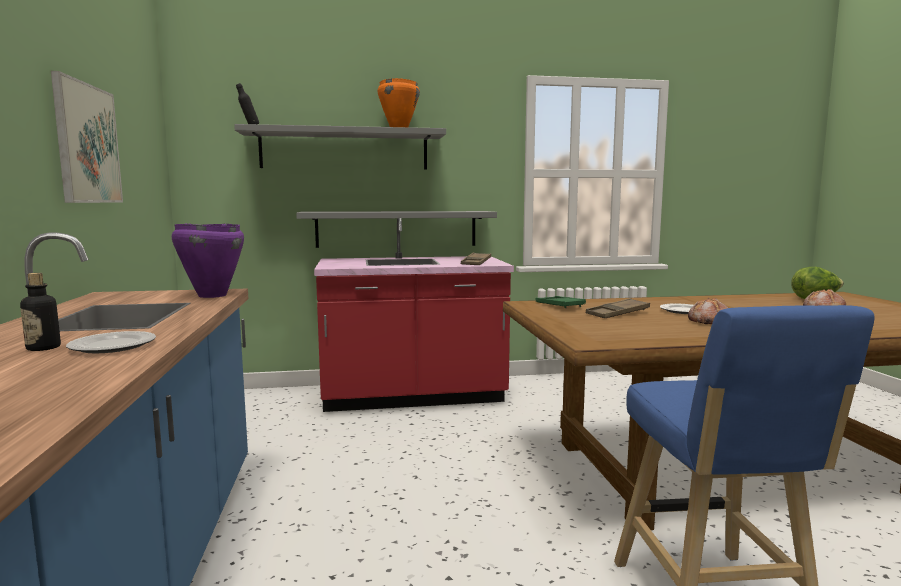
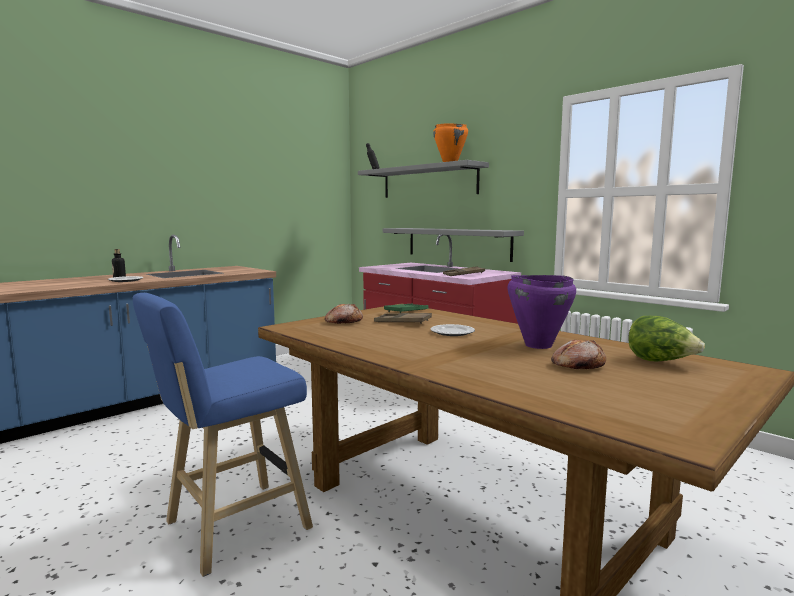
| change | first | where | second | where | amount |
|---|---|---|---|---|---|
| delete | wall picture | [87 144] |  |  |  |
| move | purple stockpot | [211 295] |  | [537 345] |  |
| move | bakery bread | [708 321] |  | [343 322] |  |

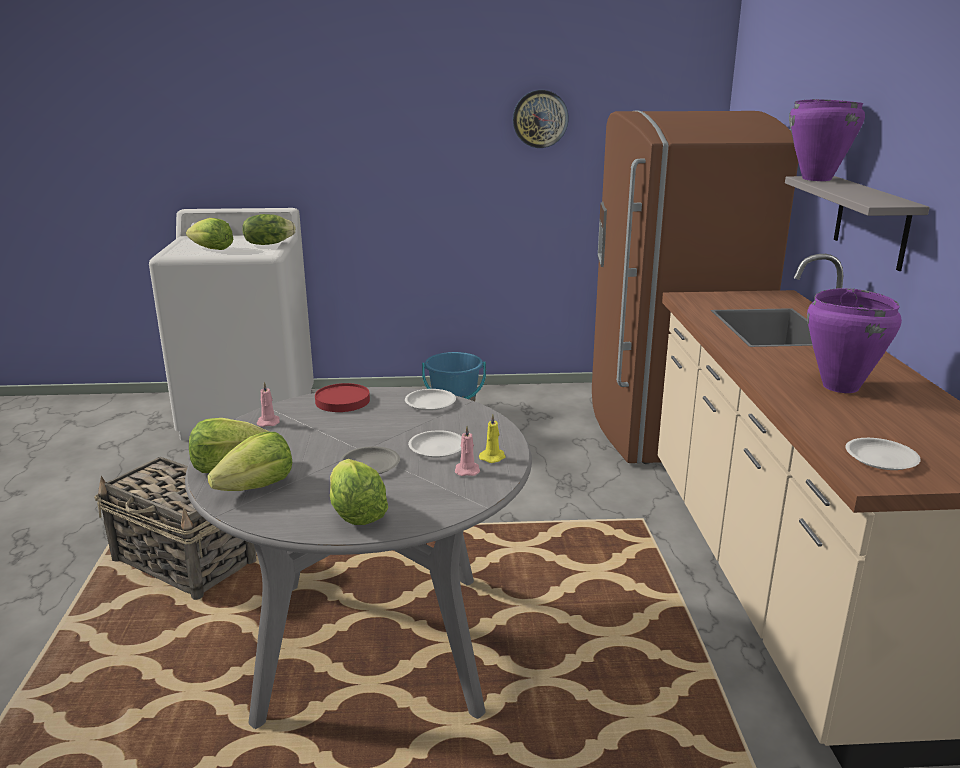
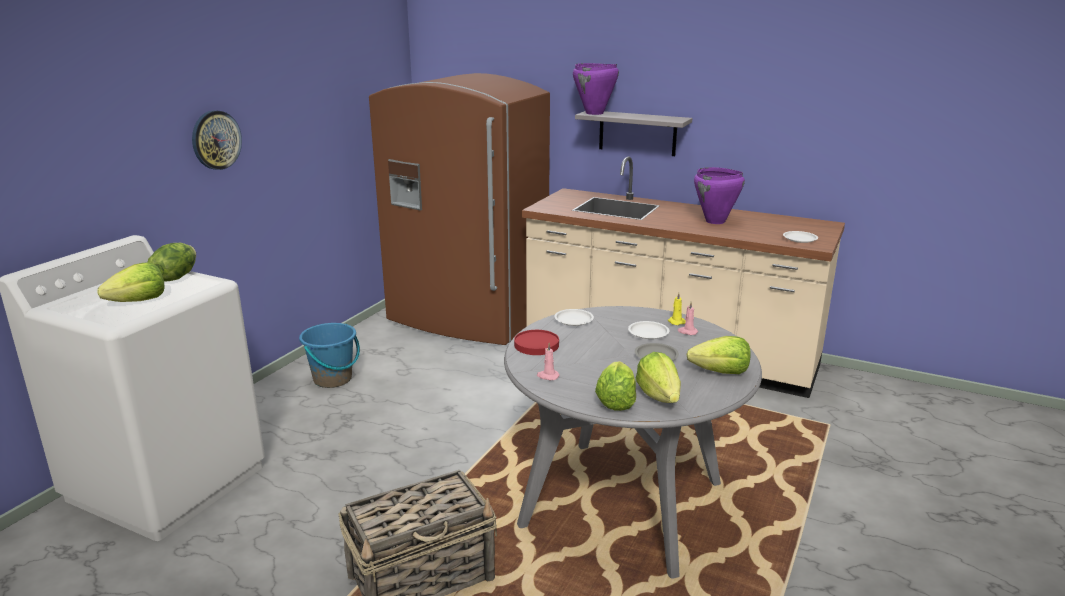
| change | first | where | second | where | amount |
|---|---|---|---|---|---|
| move | clock on the wall | [540 119] |  | [216 140] |  |

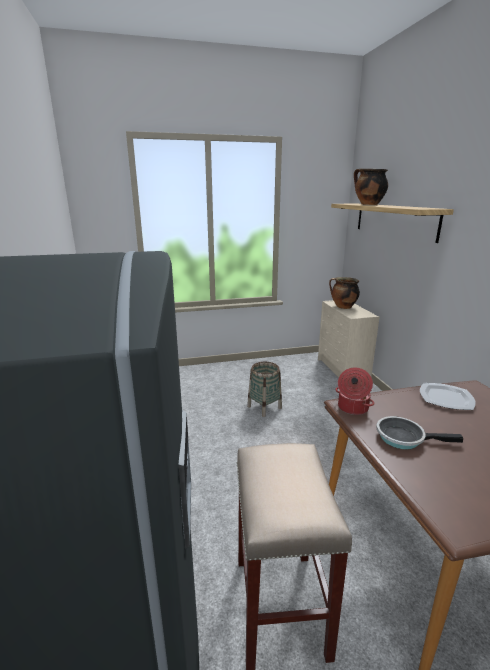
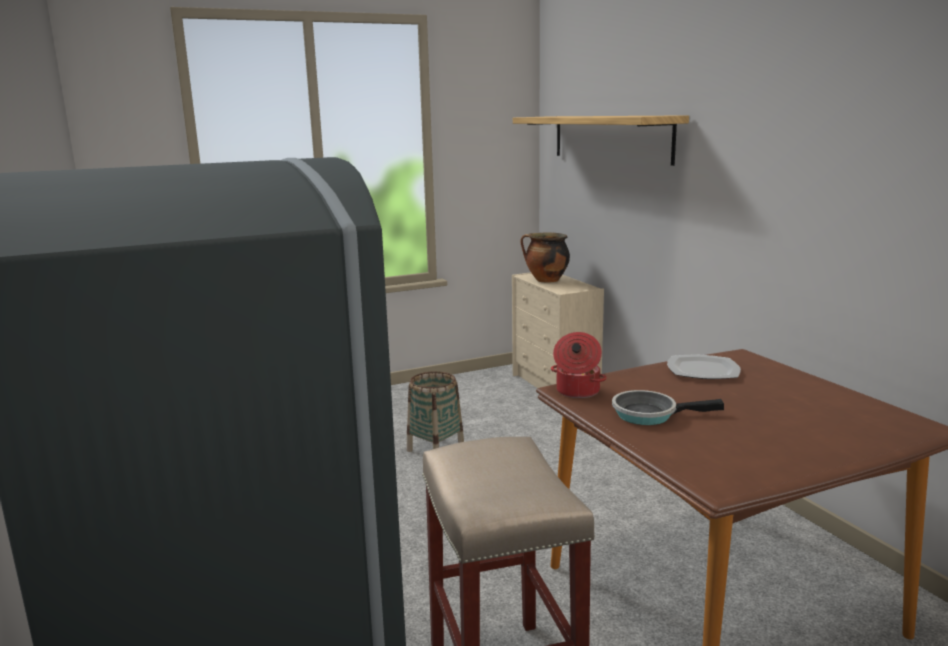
| change | first | where | second | where | amount |
|---|---|---|---|---|---|
| delete | stockpot | [368 204] |  |  |  |

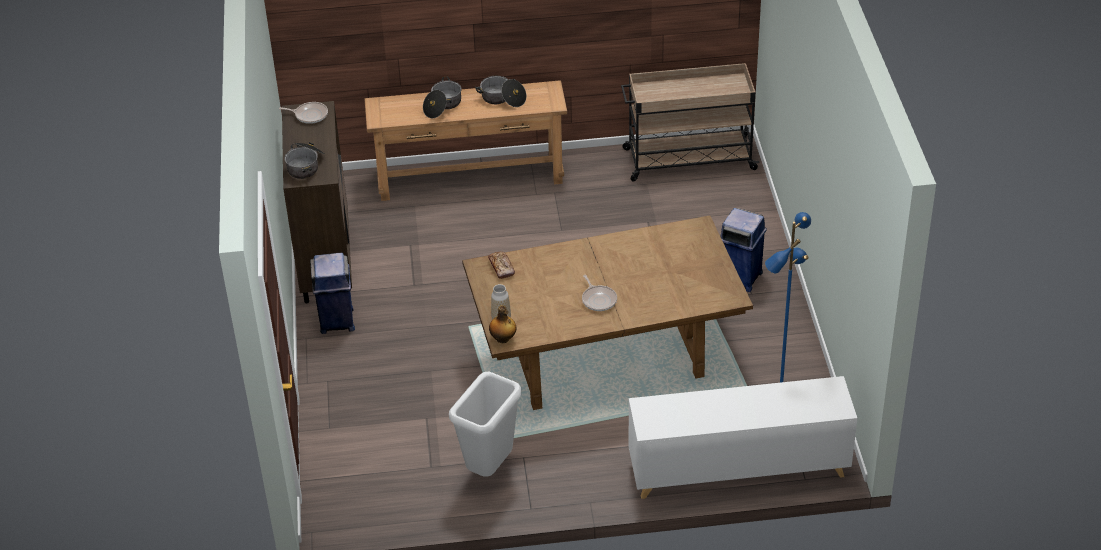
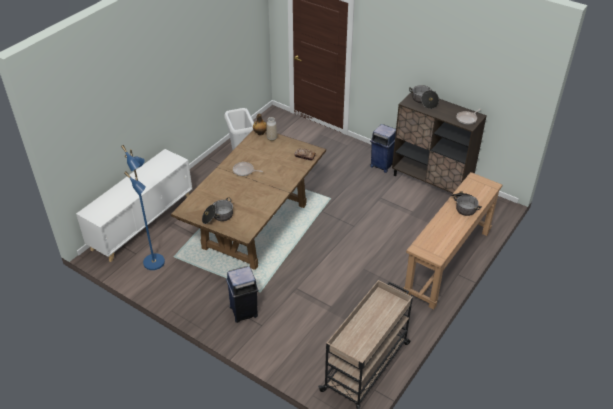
| change | first | where | second | where | amount |
|---|---|---|---|---|---|
| move | stockpot | [502 99] |  | [218 217] |  |

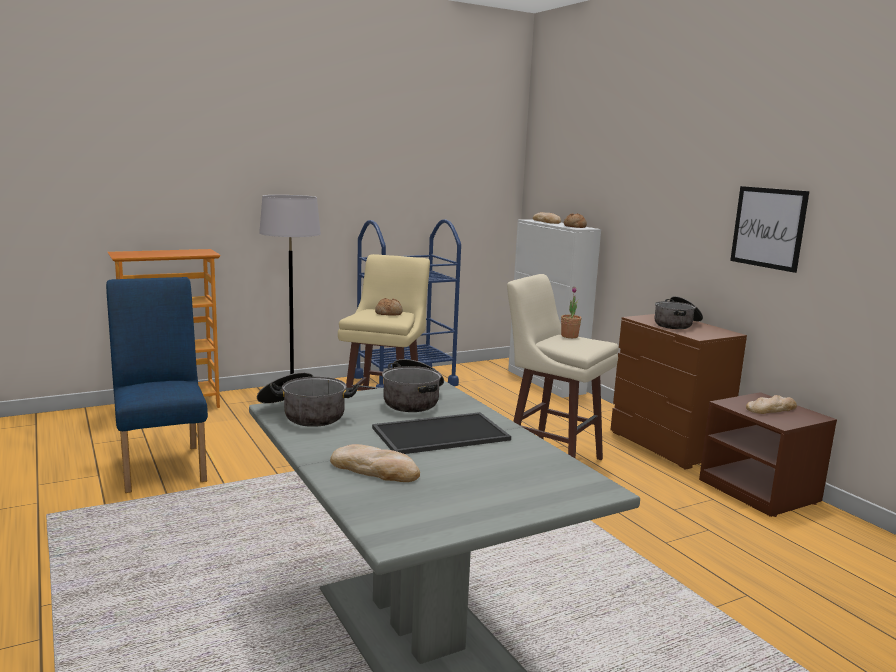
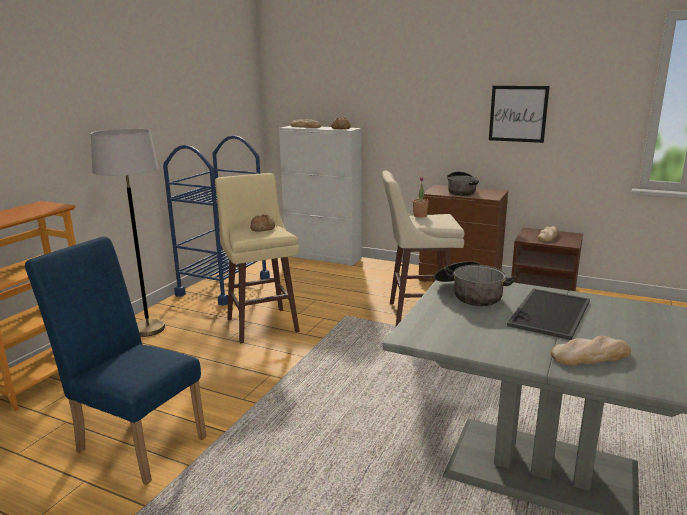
| change | first | where | second | where | amount |
|---|---|---|---|---|---|
| delete | stockpot | [304 414] |  |  |  |

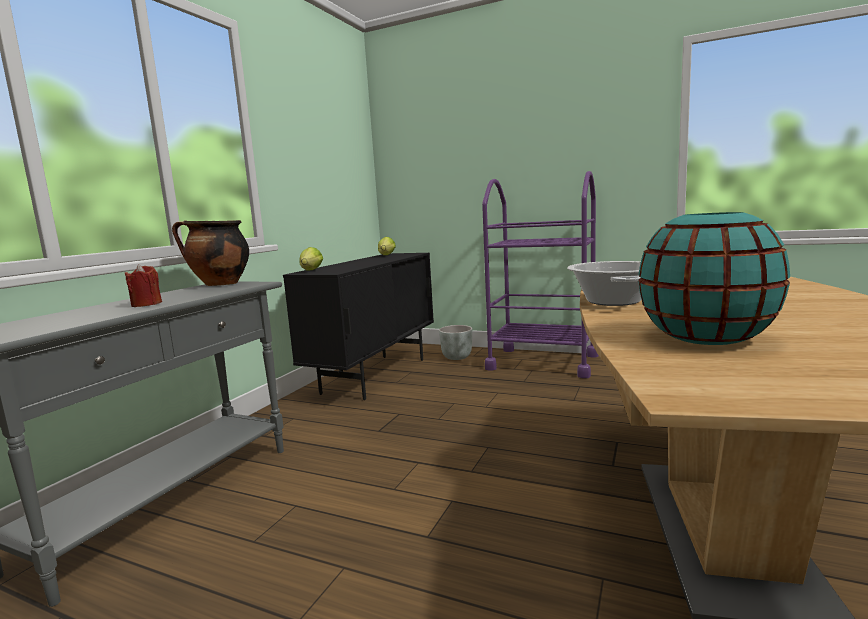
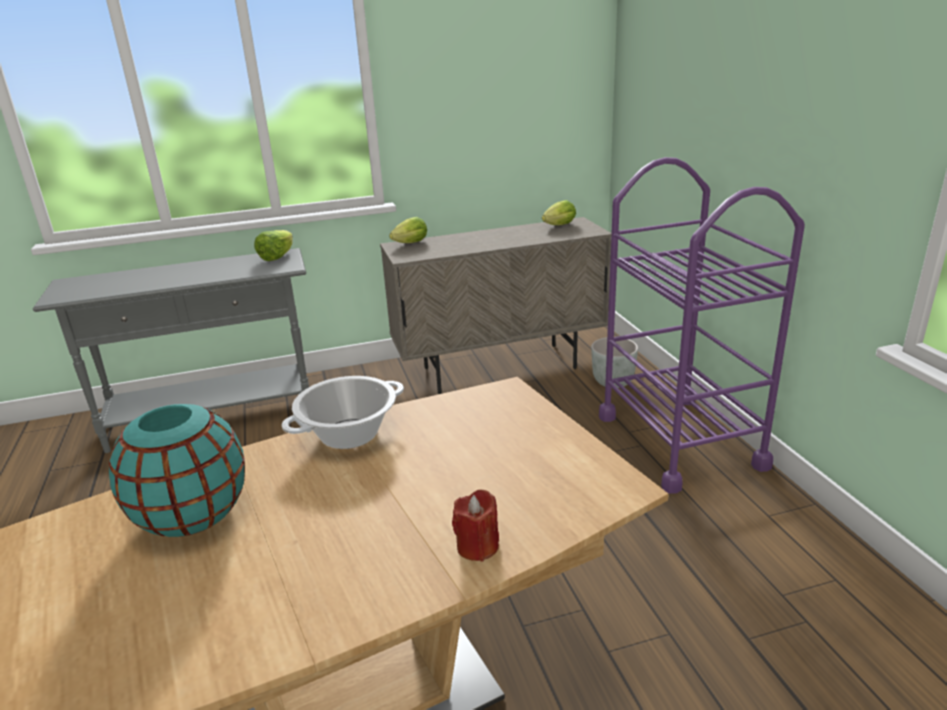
| change | first | where | second | where | amount |
|---|---|---|---|---|---|
| move | reddish wax candle | [146 304] |  | [477 546] |  |
| replace | stockpot | [219 284] | lettuce head | [277 257] |  |
| recolor | blackish storage cabinet | [376 375] | sand-coloured storage cabinet | [500 368] |  |

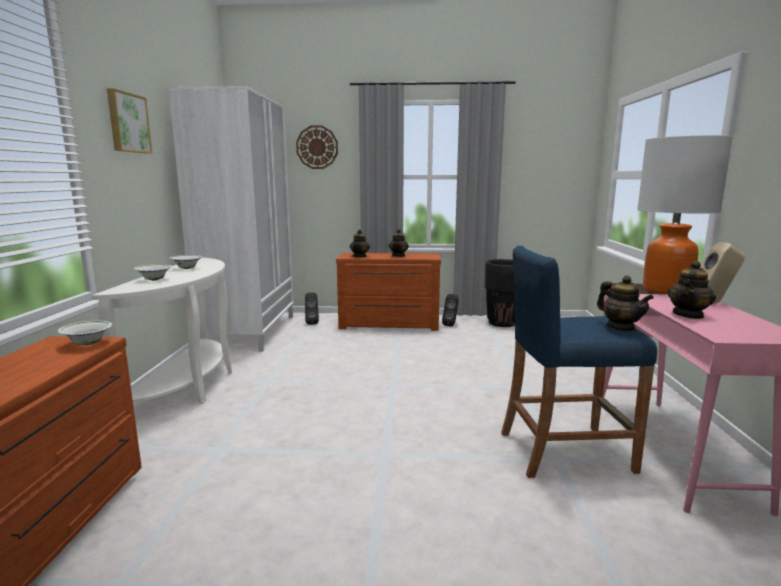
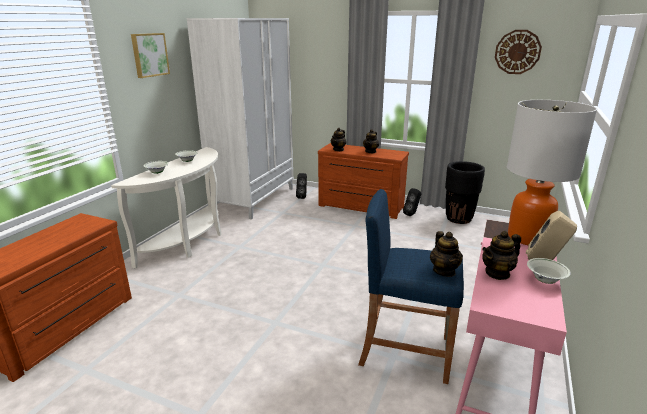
| change | first | where | second | where | amount |
|---|---|---|---|---|---|
| move | whitish deep dish | [88 344] |  | [545 280] |  |
| move | clock on the wall | [317 147] |  | [517 52] |  |

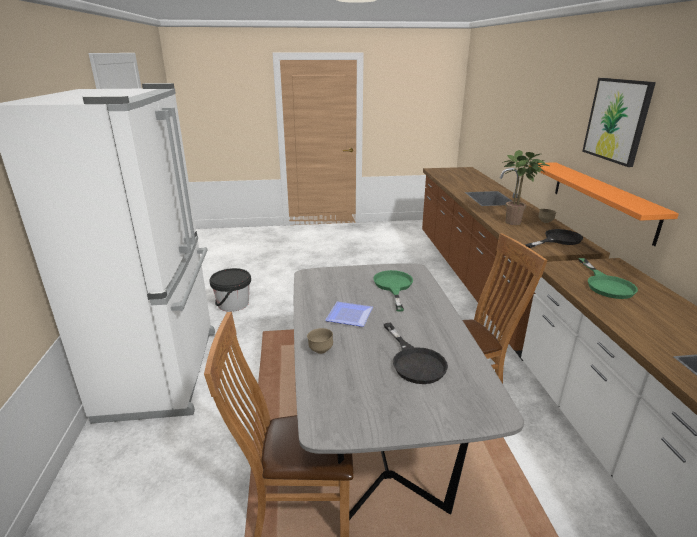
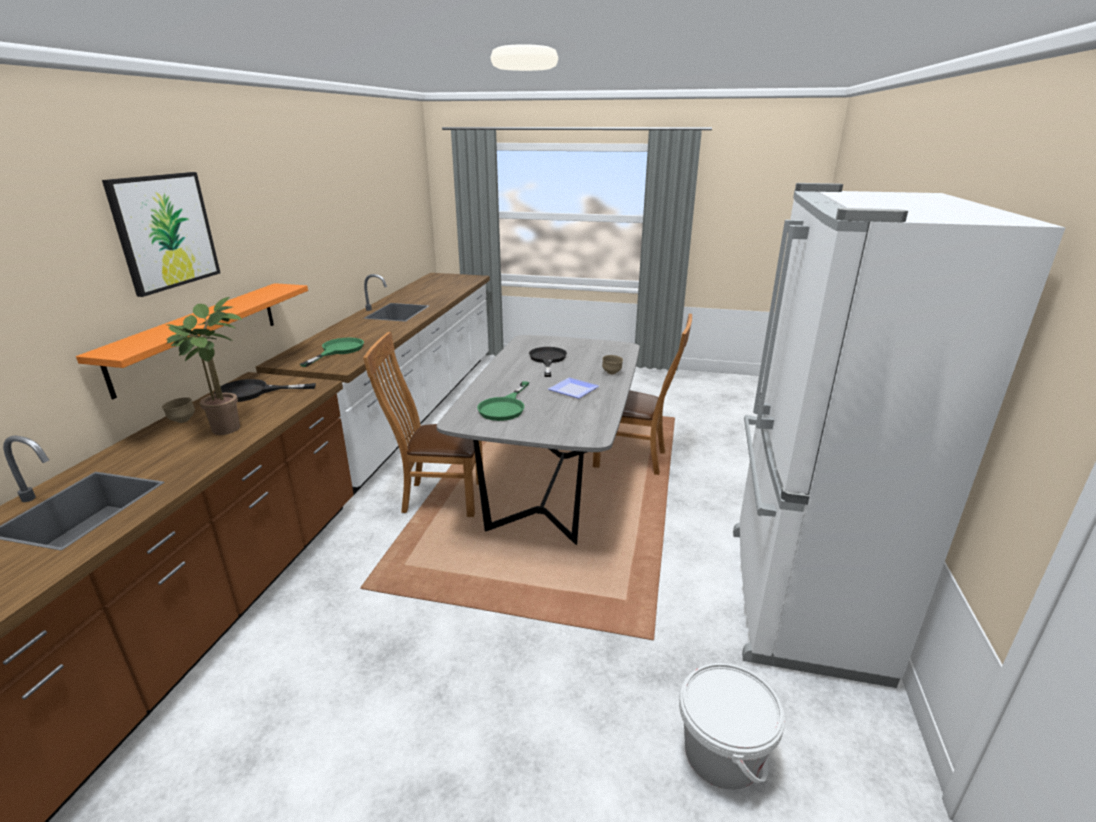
| change | first | where | second | where | amount |
|---|---|---|---|---|---|
| recolor | blackish water bucket | [233 304] | whitish water bucket | [722 753] |  |

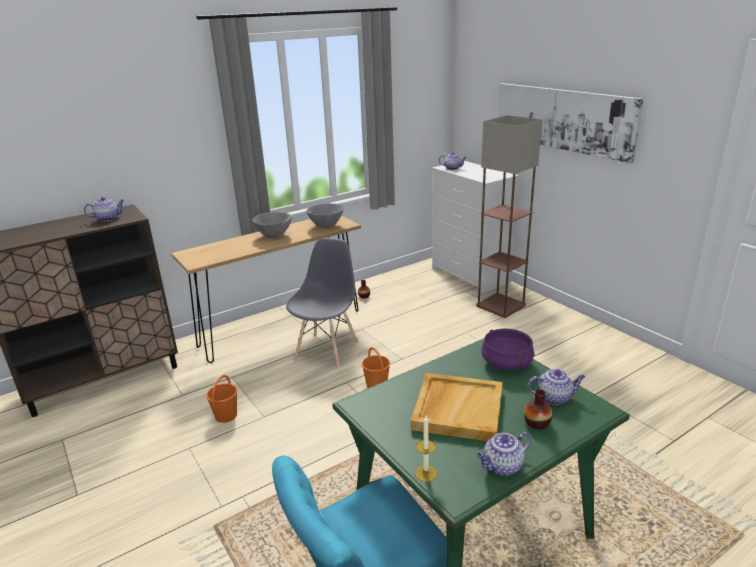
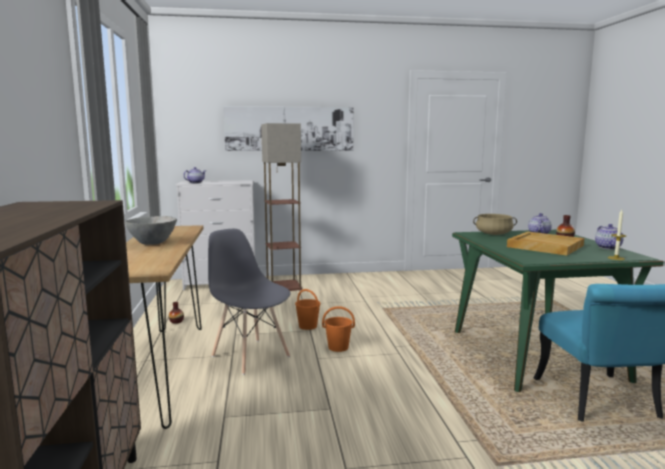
| change | first | where | second | where | amount |
|---|---|---|---|---|---|
| delete | pot for tea | [108 218] |  |  |  |
| delete | gray deep dish | [326 226] |  |  |  |
| move | orangey water bucket | [226 415] |  | [307 326] |  |
| recolor | purple stockpot | [506 363] | sand-coloured stockpot | [493 234] |  |

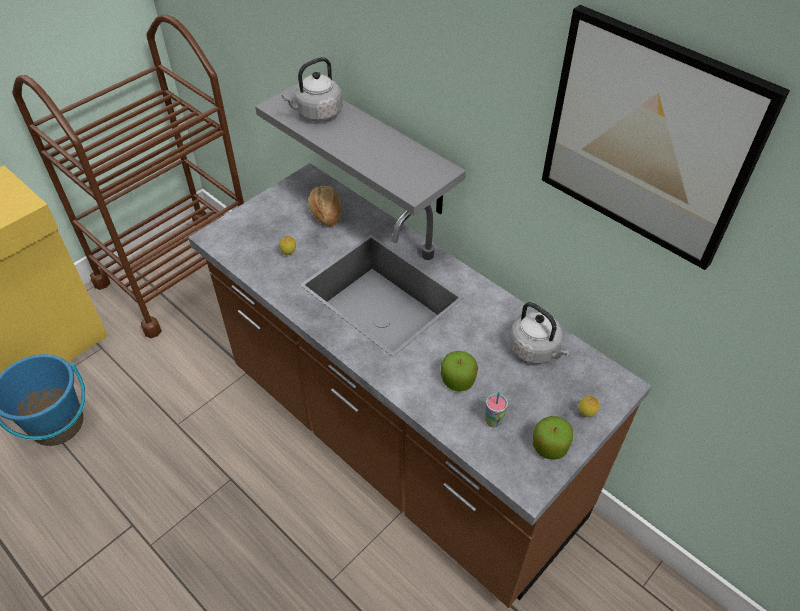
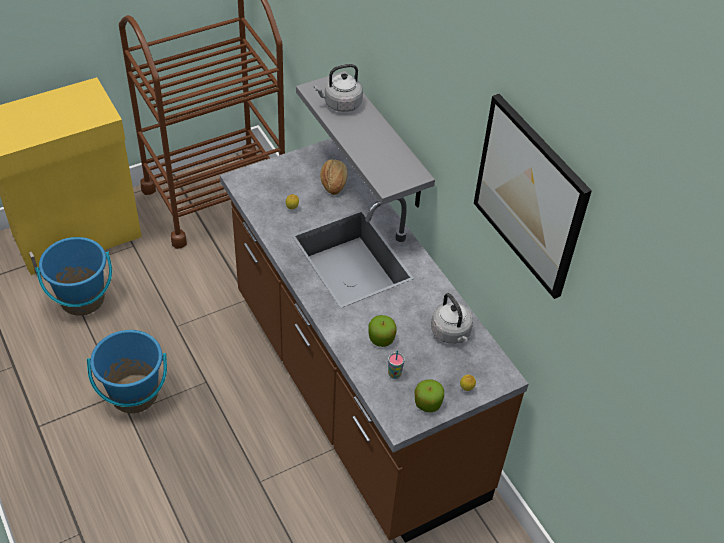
| change | first | where | second | where | amount |
|---|---|---|---|---|---|
| insert |  |  | blue-coloured water bucket | [134 394] |  |

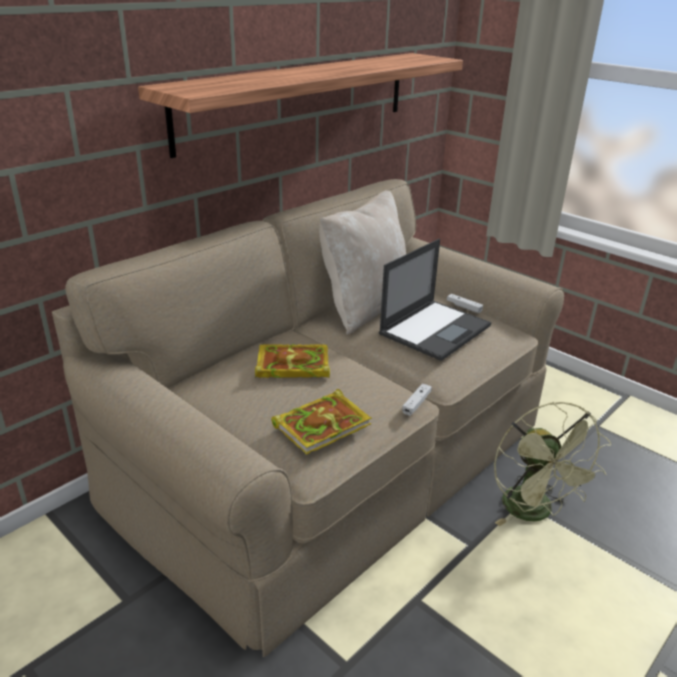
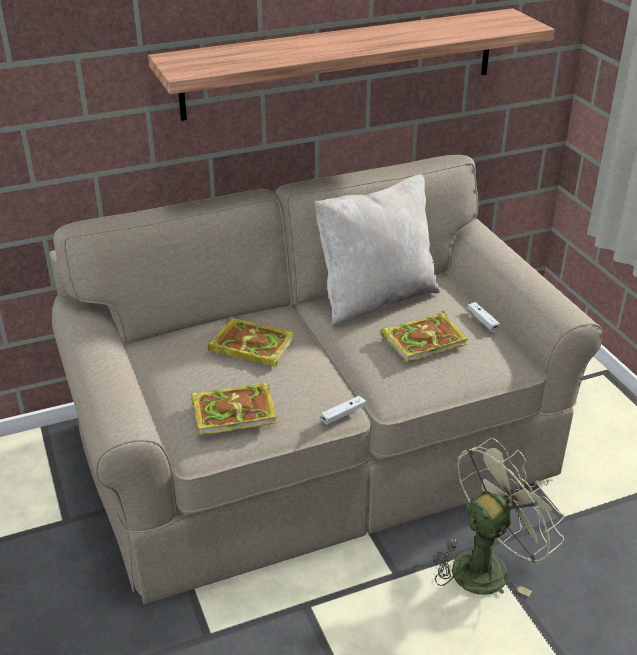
| change | first | where | second | where | amount |
|---|---|---|---|---|---|
| replace | laptop | [435 329] | book | [425 340] |  |
| rotate | greenish electric fan | [534 512] |  | [487 565] | 135 degrees counterclockwise |

